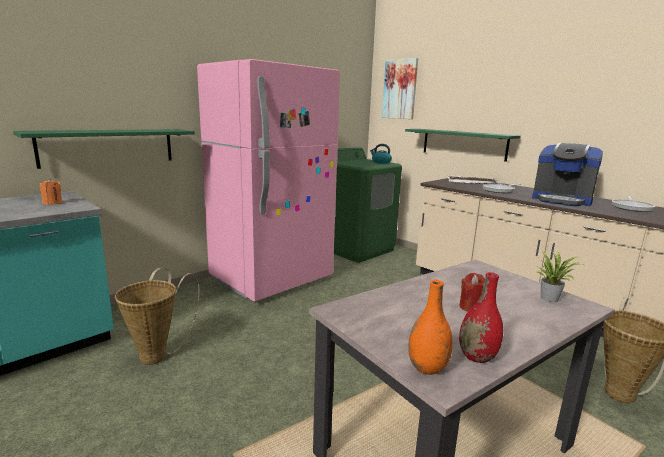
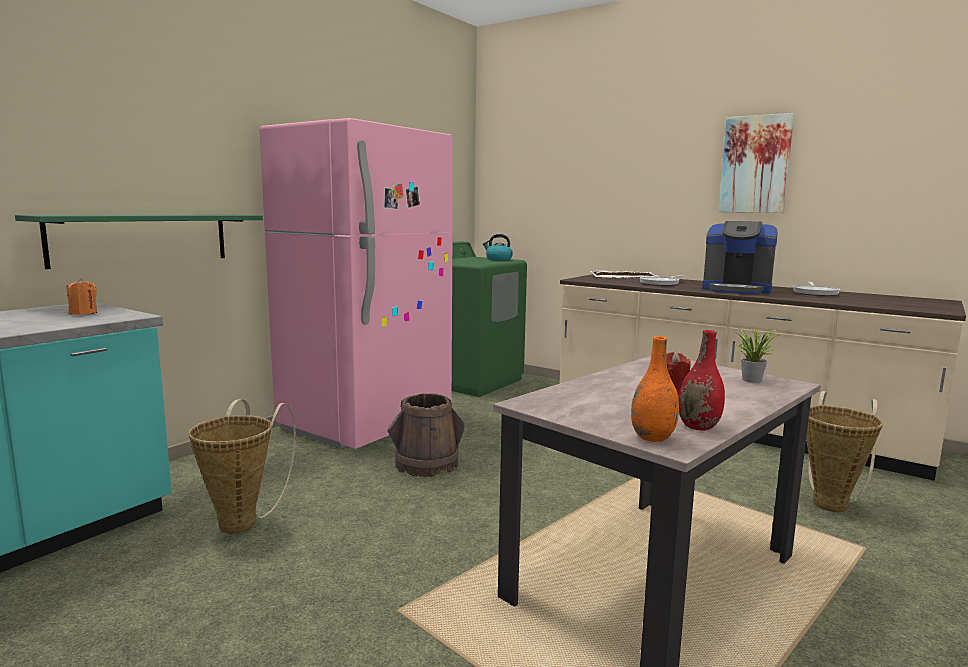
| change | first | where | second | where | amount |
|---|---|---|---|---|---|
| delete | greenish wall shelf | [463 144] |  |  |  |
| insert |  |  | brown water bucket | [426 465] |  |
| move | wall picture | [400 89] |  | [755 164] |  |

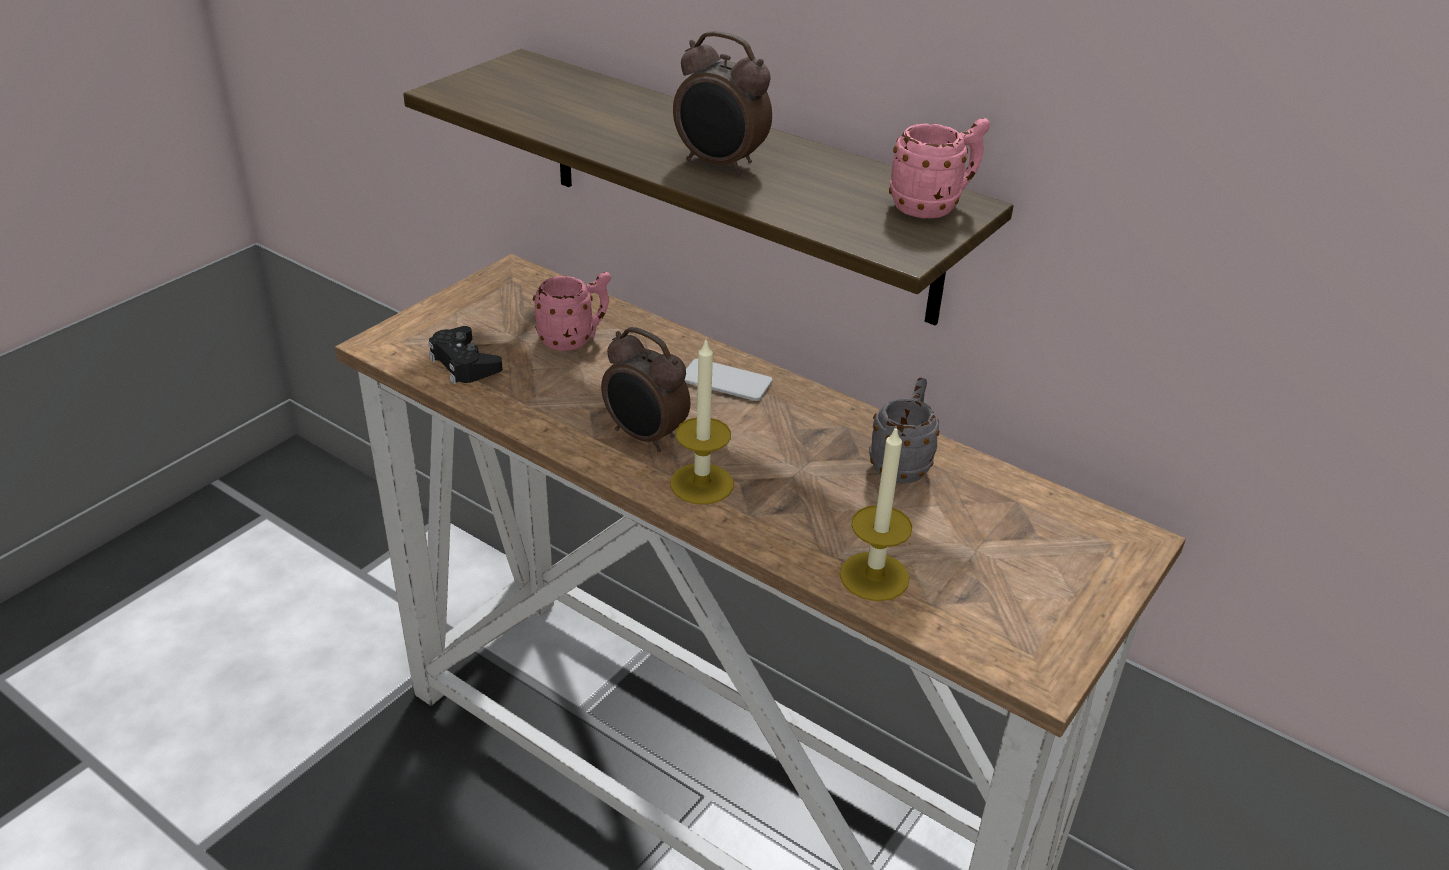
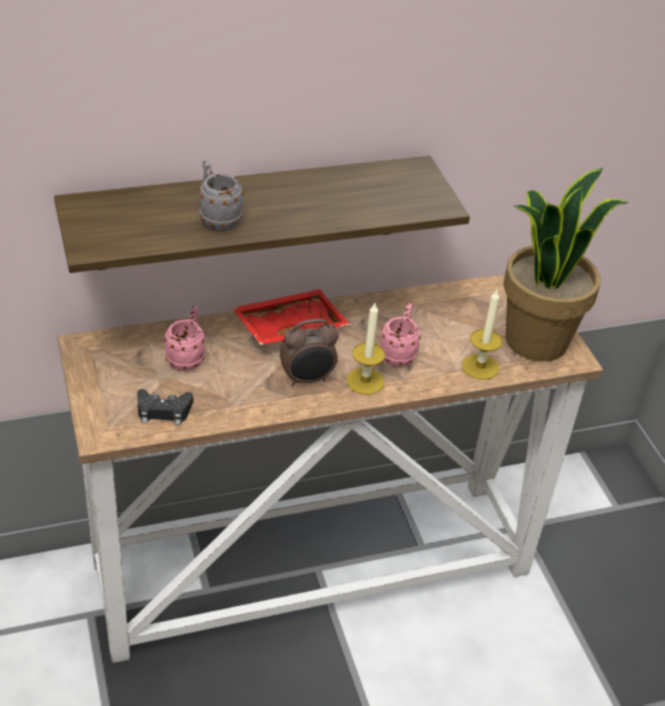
| change | first | where | second | where | amount |
|---|---|---|---|---|---|
| delete | alarm clock | [719 165] |  |  |  |
| insert |  |  | houseplant | [536 339] |  |
| move | gray coffee mug | [902 463] |  | [217 218] |  |
| move | pink-coloured coffee mug | [934 206] |  | [399 353] |  |
| replace | telephone | [726 381] | reddish carrying tray | [289 327] |  |

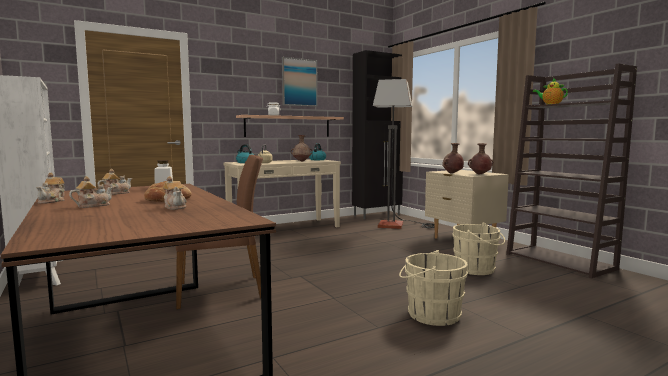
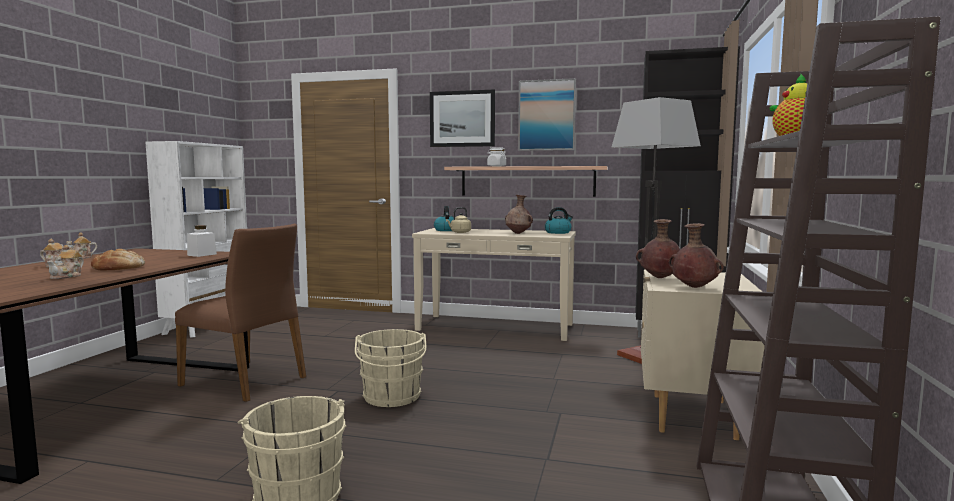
| change | first | where | second | where | amount |
|---|---|---|---|---|---|
| delete | pot for tea | [116 193] |  |  |  |
| insert |  |  | wall picture | [462 119] |  |
| move | sand-coloured water bucket | [477 269] |  | [391 398] |  |

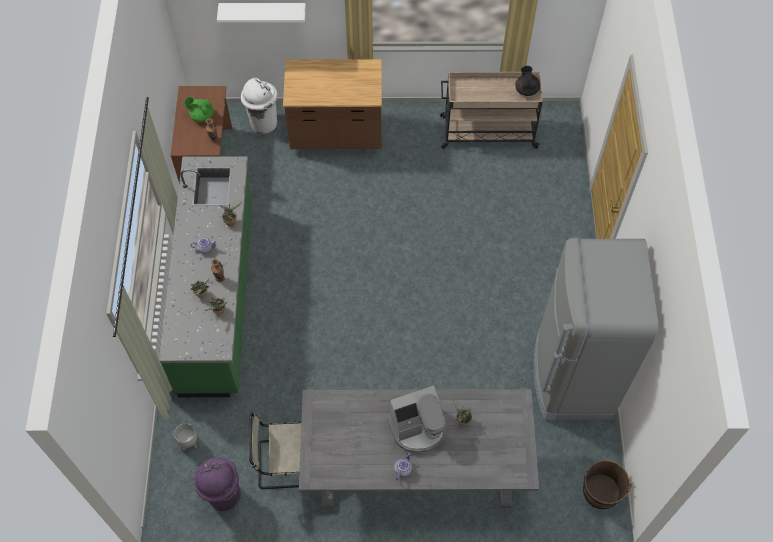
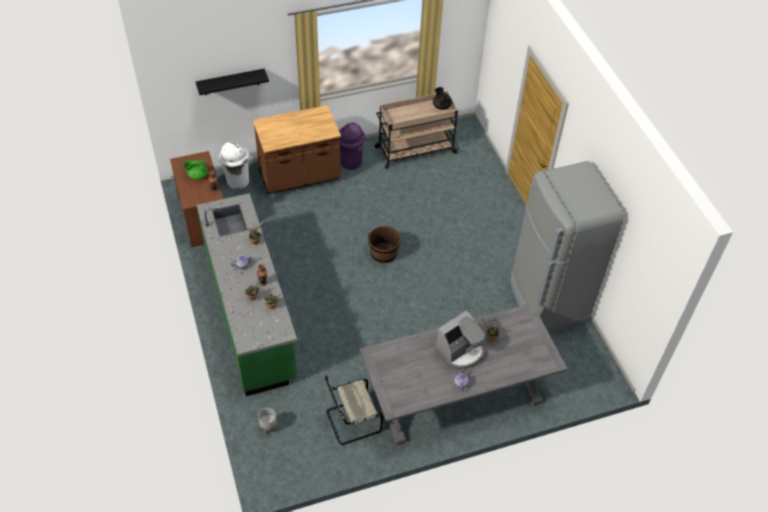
| change | first | where | second | where | amount |
|---|---|---|---|---|---|
| move | purple waste bin | [223 495] |  | [350 162] |  |
| move | brown water bucket | [601 491] |  | [383 253] |  |
| recolor | whitish wall shelf | [263 11] | blackish wall shelf | [231 82] |  |

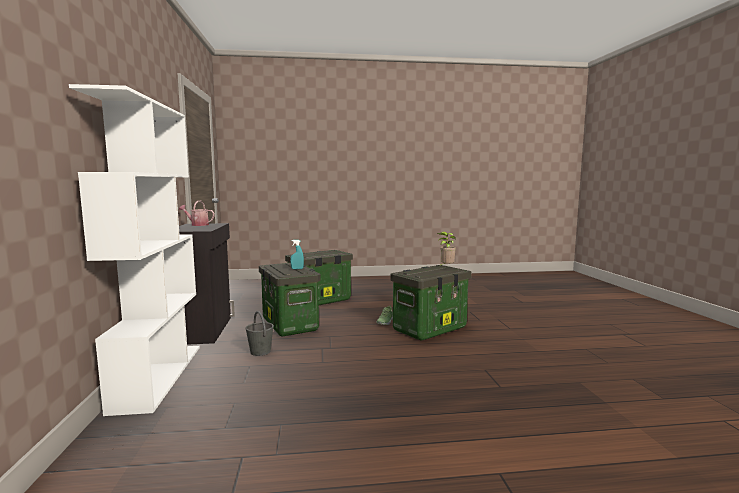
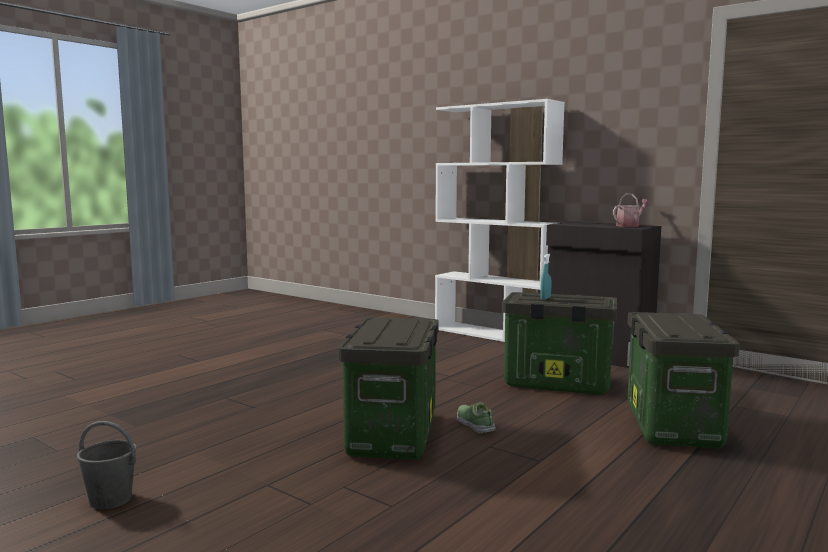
| change | first | where | second | where | amount |
|---|---|---|---|---|---|
| delete | houseplant | [446 267] |  |  |  |
| move | gray water bucket | [260 352] |  | [110 500] |  |

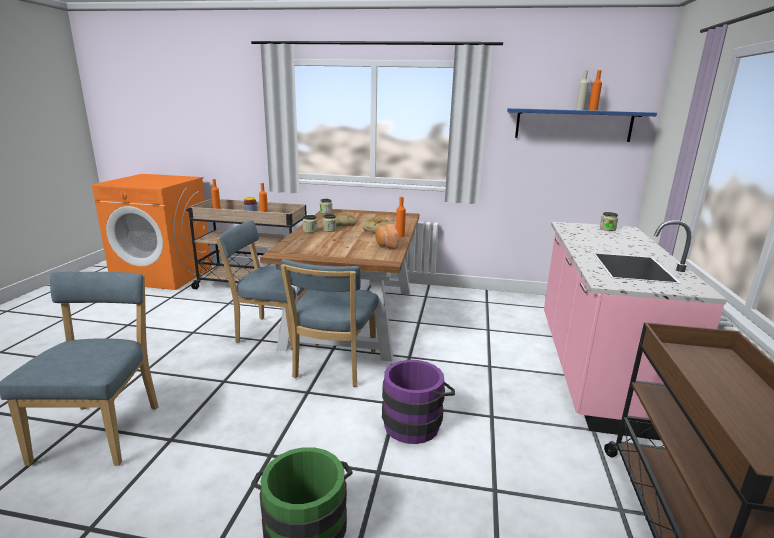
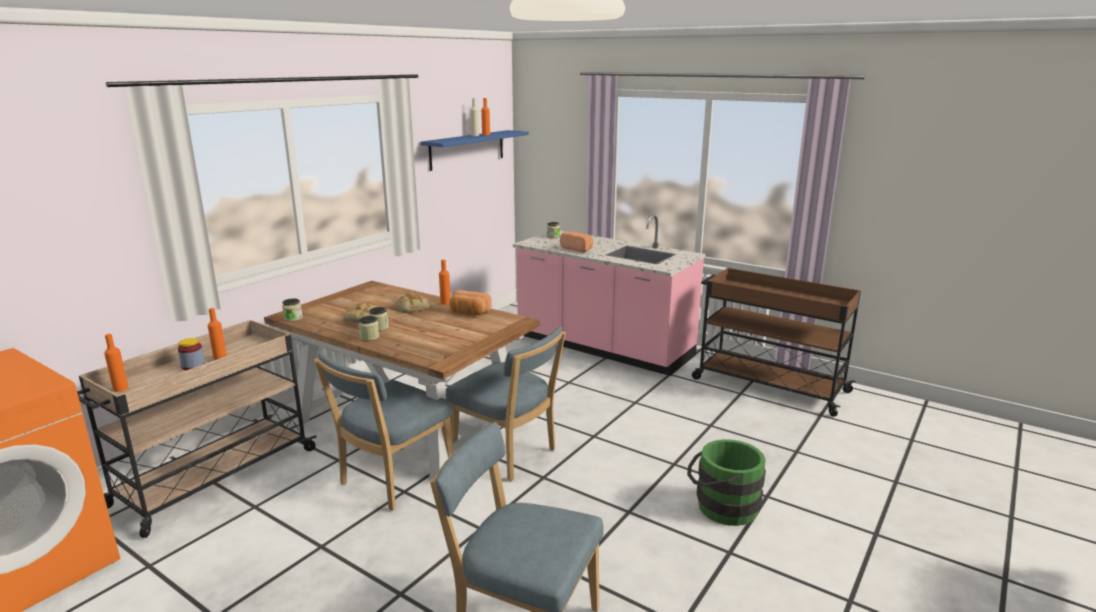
| change | first | where | second | where | amount |
|---|---|---|---|---|---|
| delete | purple water bucket | [415 422] |  |  |  |
| insert |  |  | bakery bread | [577 249] |  |

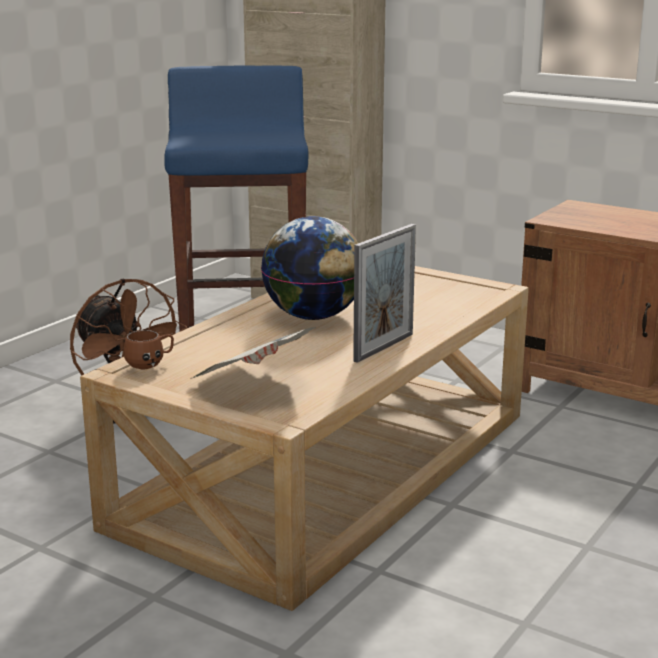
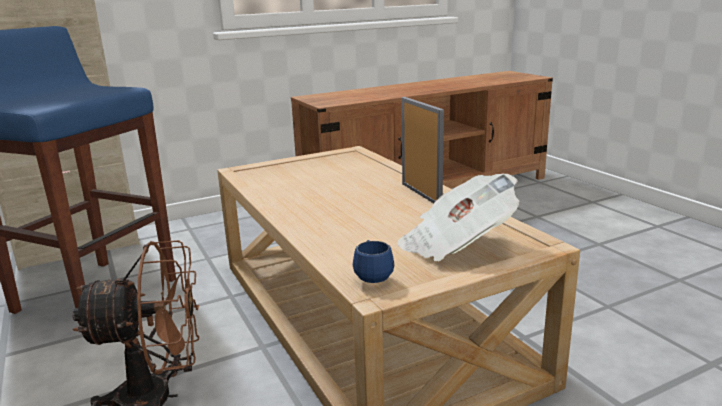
| change | first | where | second | where | amount |
|---|---|---|---|---|---|
| delete | world globe | [313 317] |  |  |  |
| recolor | brown coffee mug | [151 364] | blue-coloured coffee mug | [372 275] |  |

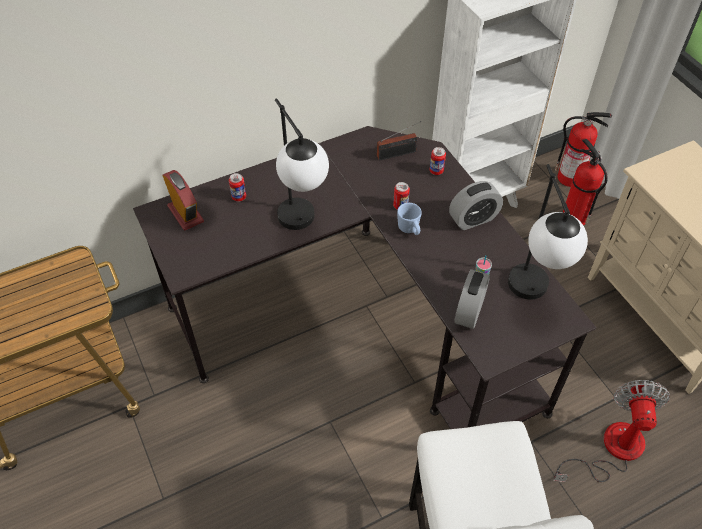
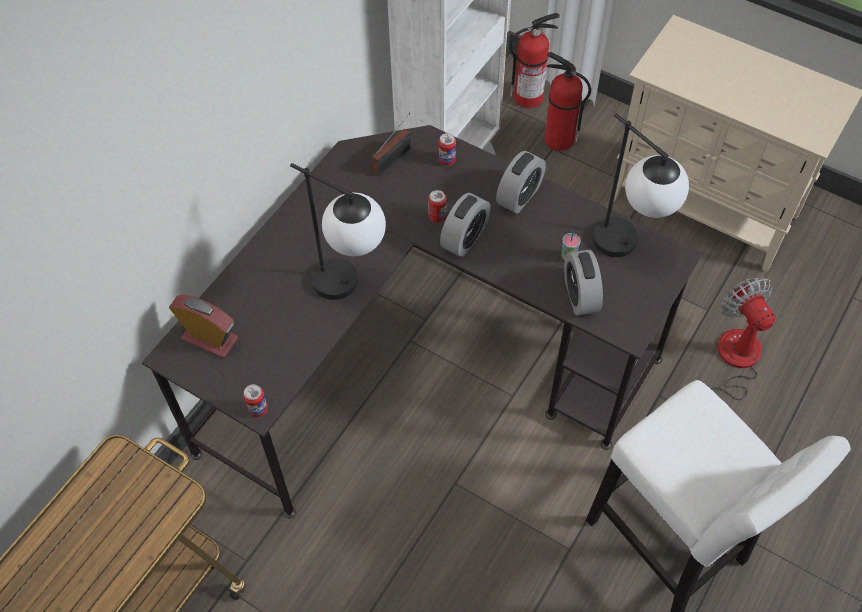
| change | first | where | second | where | amount |
|---|---|---|---|---|---|
| move | sealed can | [239 197] |  | [258 409] |  |
| replace | blue-coloured coffee mug | [410 230] | alarm clock | [465 238] |  |

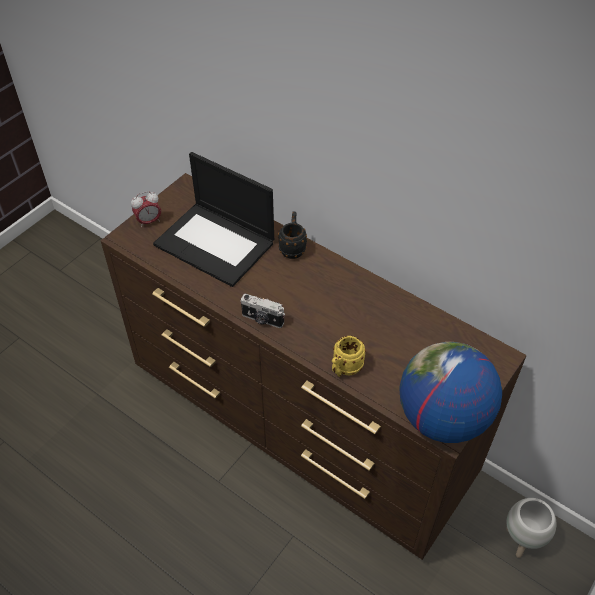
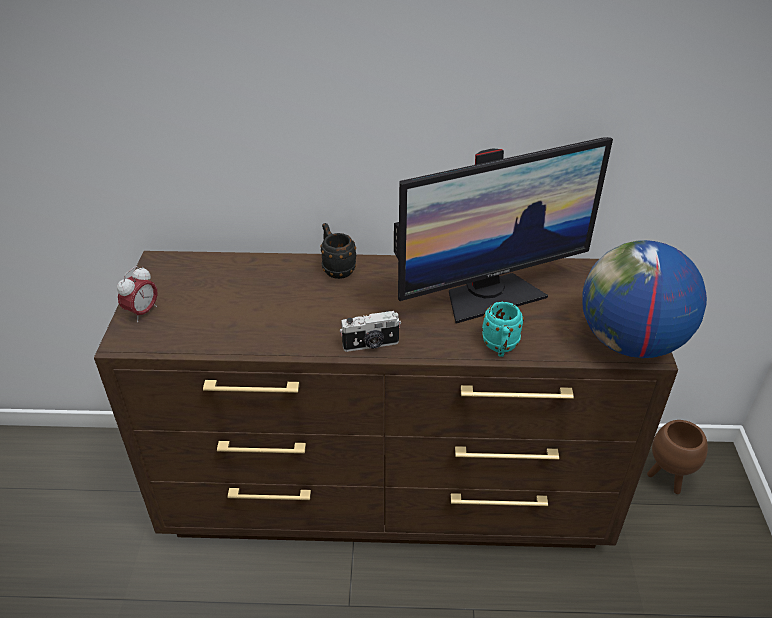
| change | first | where | second | where | amount |
|---|---|---|---|---|---|
| delete | laptop | [216 243] |  |  |  |
| insert |  |  | monitor | [489 294] |  |
| recolor | yellow-coloured coffee mug | [344 369] | blue-green coffee mug | [500 348] |  |
| recolor | whitish plant pot | [521 541] | brown plant pot | [667 479] |  |

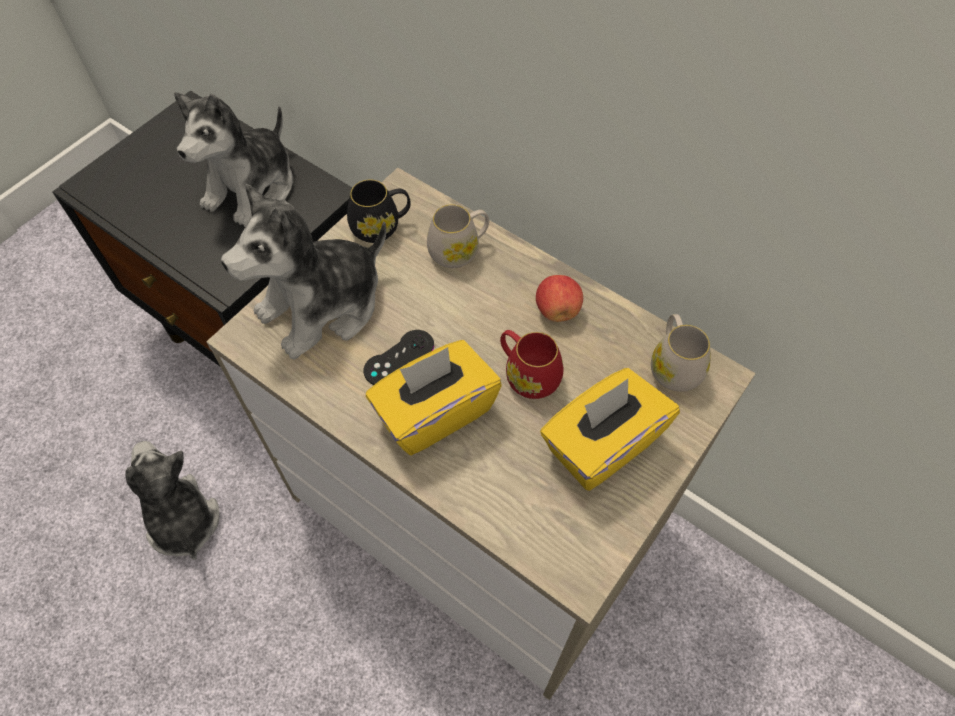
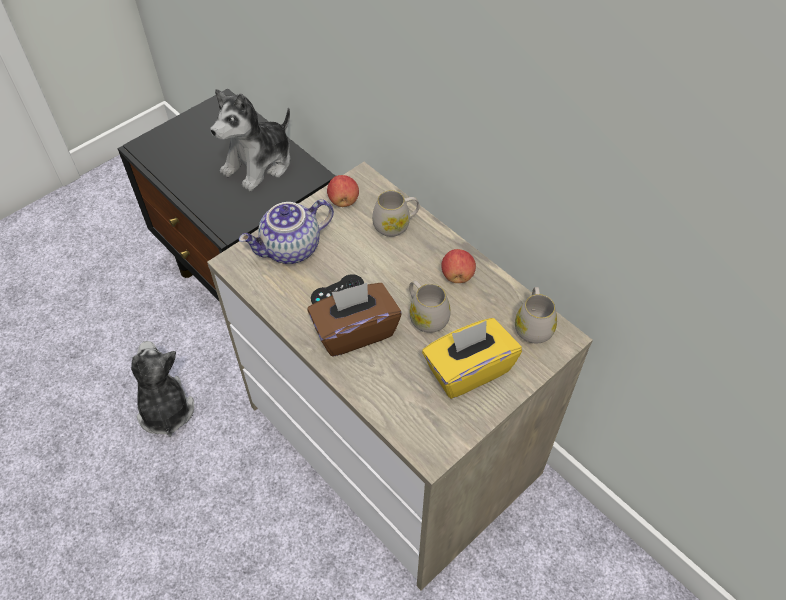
| change | first | where | second | where | amount |
|---|---|---|---|---|---|
| replace | plush toy | [322 306] | pot for tea | [291 249] |  |
| replace | blackish coffee mug | [381 226] | apple | [343 201] |  |
| recolor | yellow-coloured box of tissues | [434 412] | brown box of tissues | [354 331] |  |
| recolor | reddish coffee mug | [527 374] | whitish coffee mug | [425 316] |  |

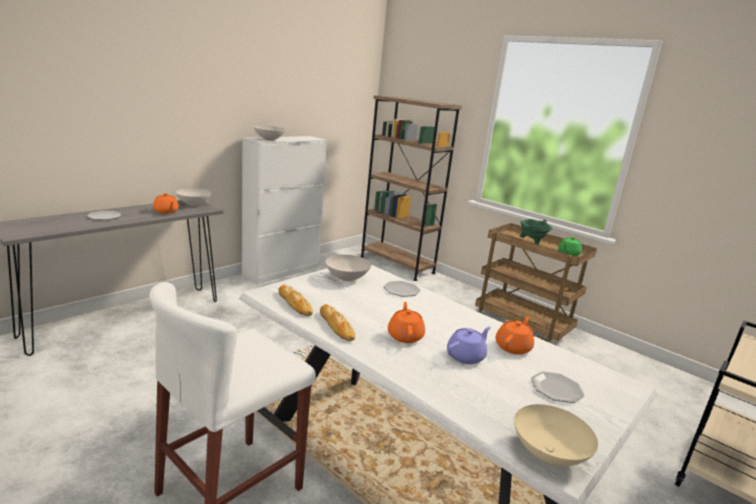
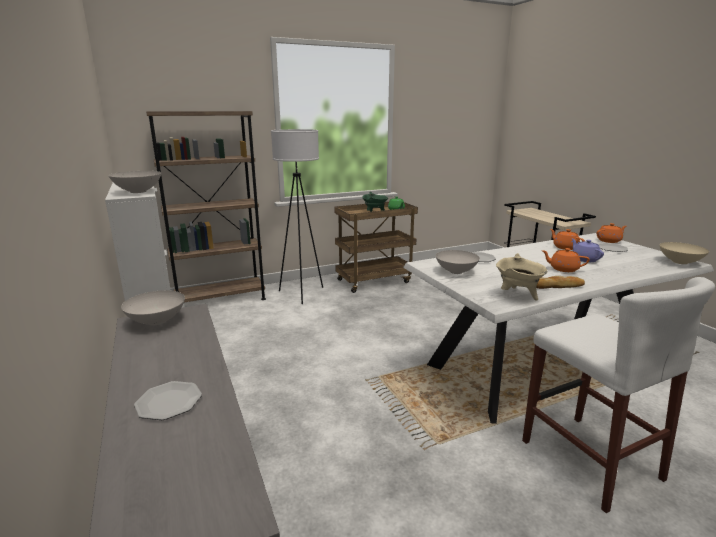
| change | first | where | second | where | amount |
|---|---|---|---|---|---|
| insert |  |  | whitish standing lamp | [302 293] |  |
| move | orangey pot for tea | [166 211] |  | [609 241] |  |
| replace | bakery bread | [294 303] | sand-coloured stockpot | [518 295] |  |

